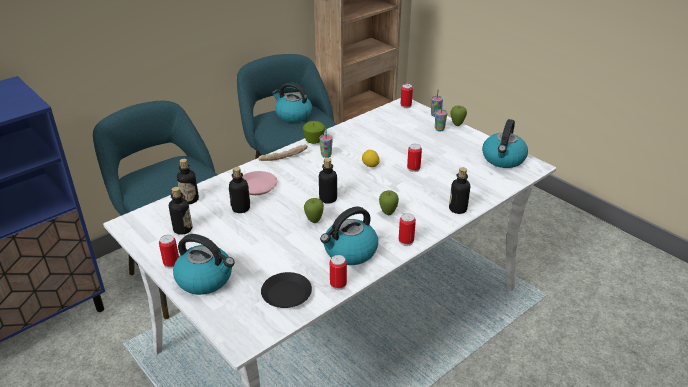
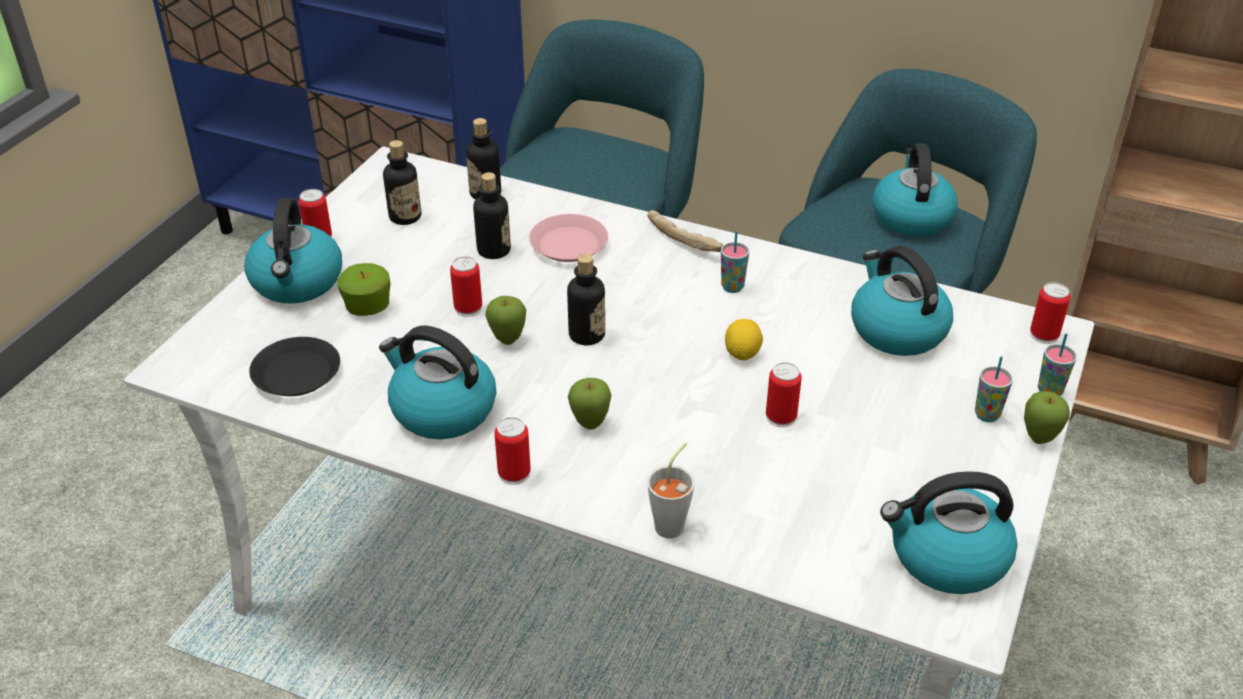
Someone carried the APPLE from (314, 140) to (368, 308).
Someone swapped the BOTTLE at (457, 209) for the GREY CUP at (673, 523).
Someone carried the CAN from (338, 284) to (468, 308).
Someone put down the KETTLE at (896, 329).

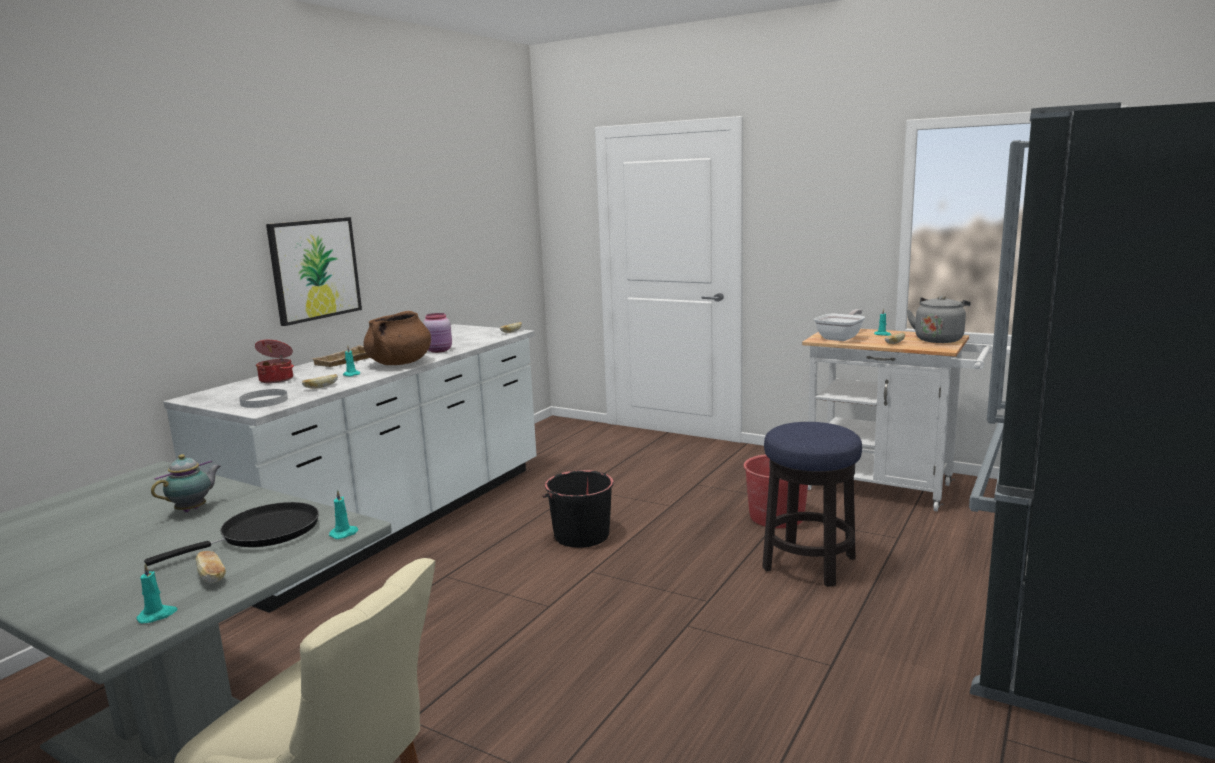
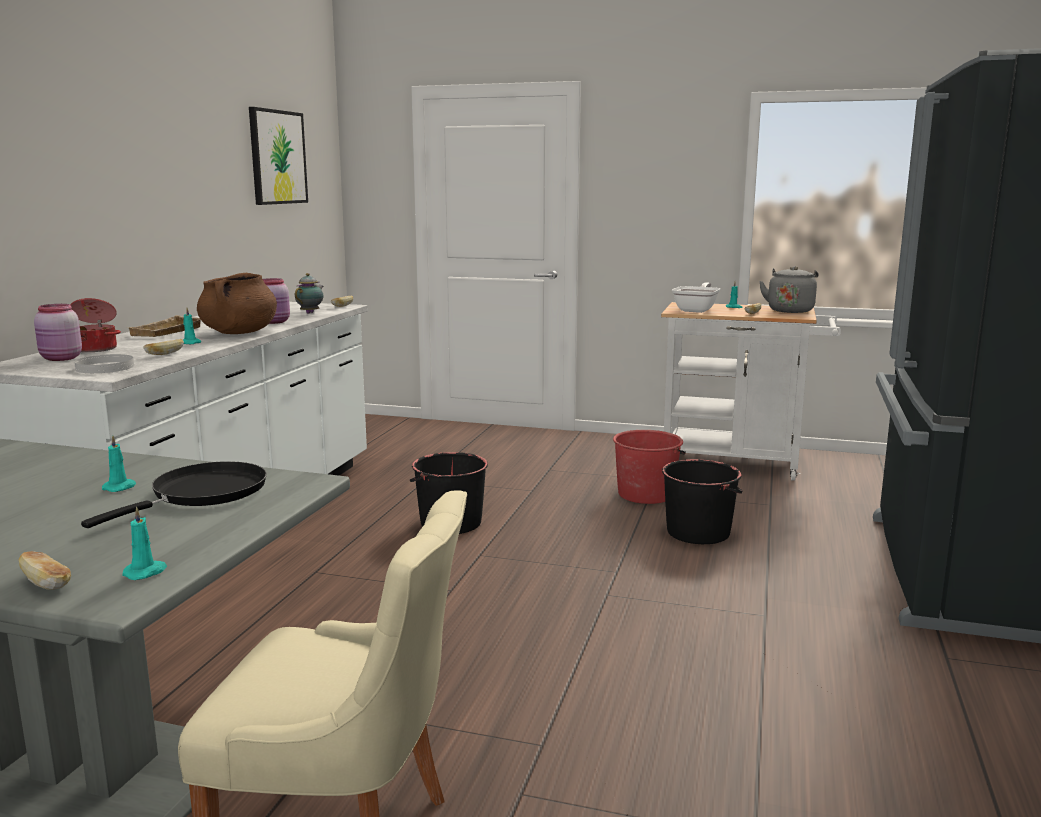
Someone carried the PICTURE from (314, 269) to (277, 157).
Someone swapped the STOOL at (809, 564) for the BLACK BUCKET at (699, 532).
Someone carried the TEAPOT from (194, 509) to (311, 313).
Someone carried the TURQUOISE CANDLE from (344, 534) to (120, 487).
Someone carried the BREAD from (212, 577) to (47, 584).
Someone put down the PINK JAR at (61, 358).

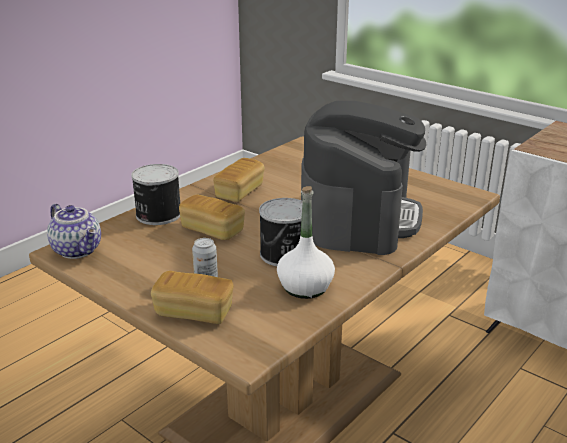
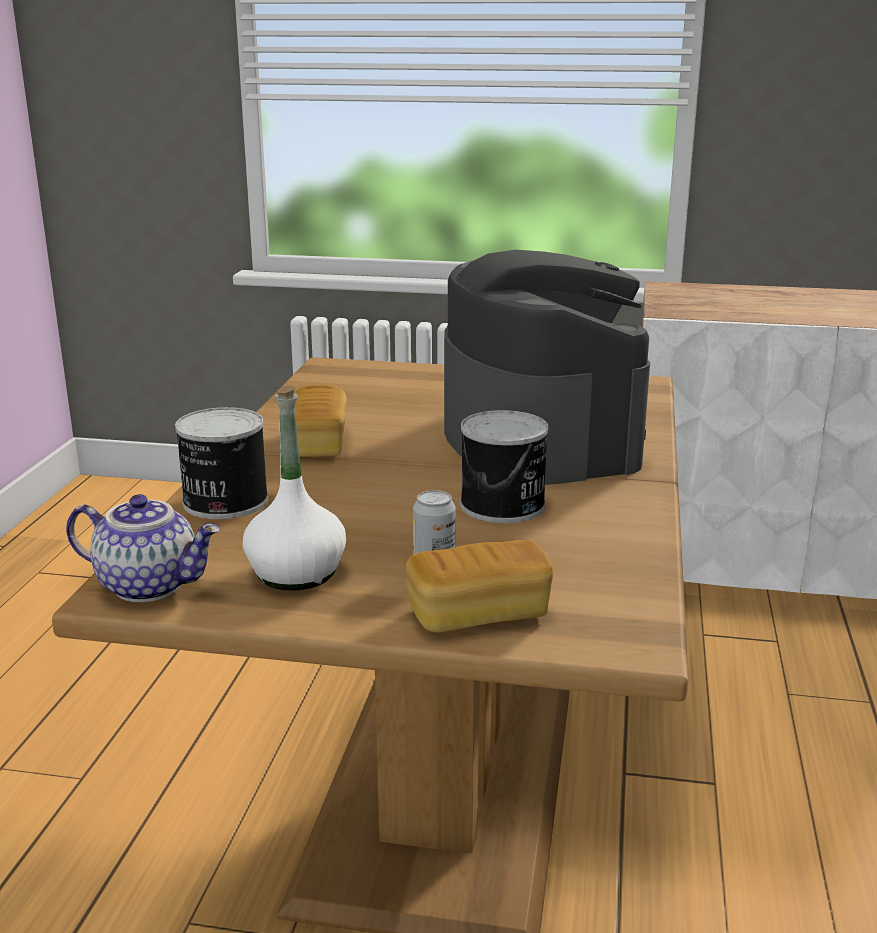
Someone carried the WHITE BOTTLE from (305, 287) to (296, 573).
Someone took away the BREAD at (212, 230).

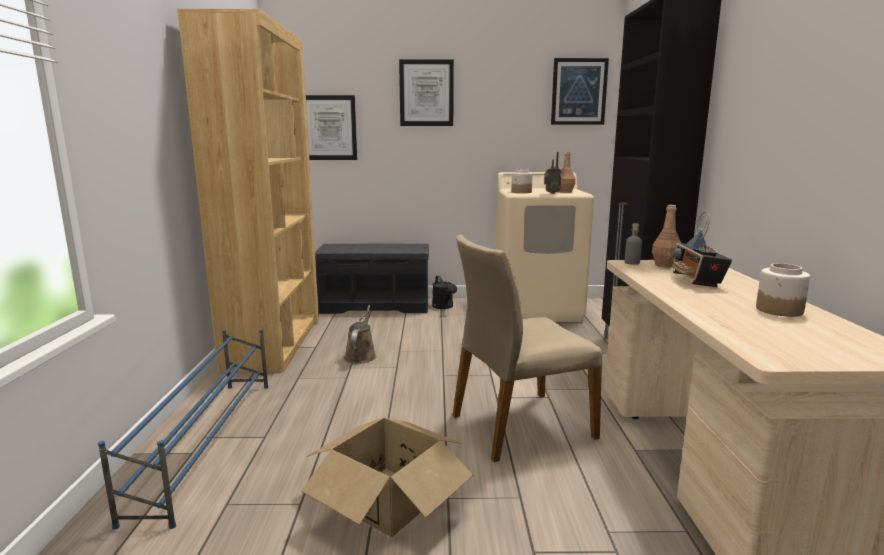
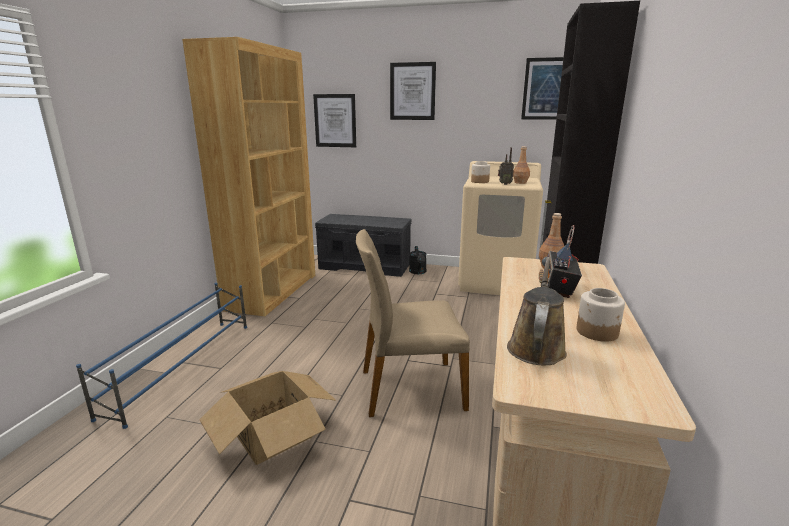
Someone took away the GREY BOTTLE at (632, 263).
Someone carried the BROWN WATERING CAN from (361, 356) to (536, 347).

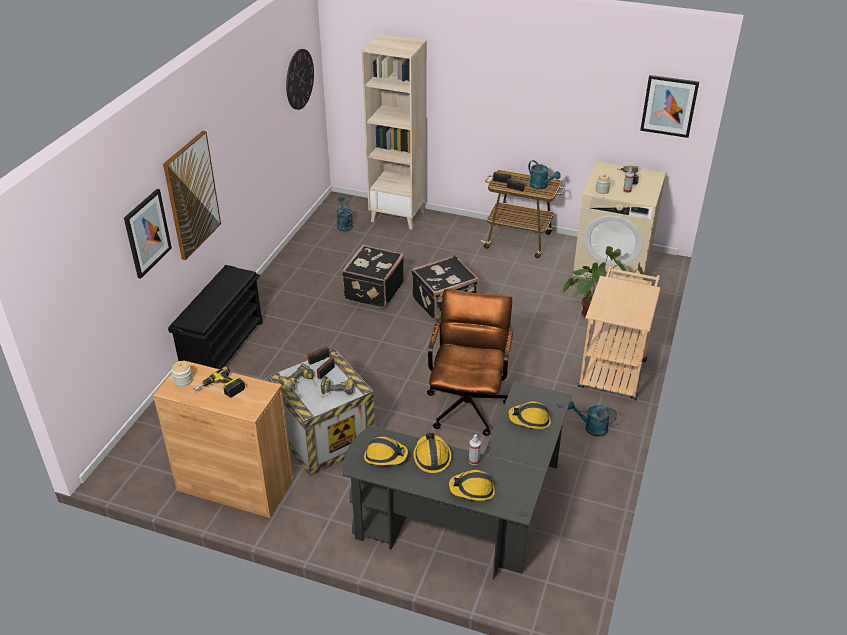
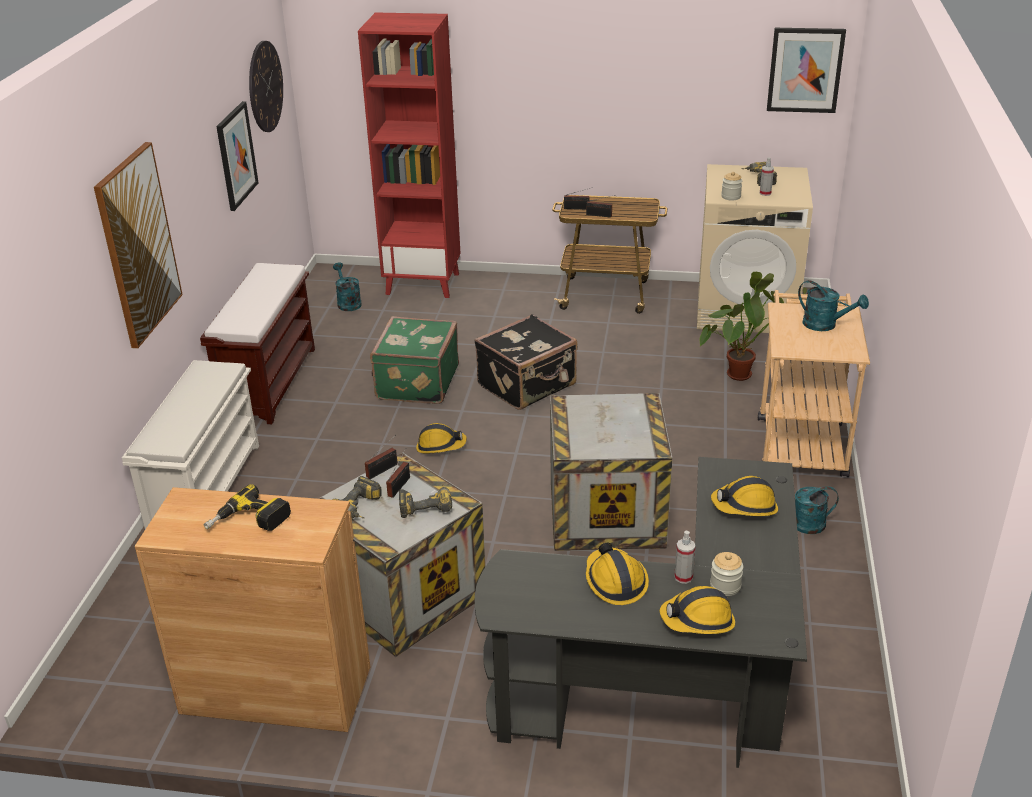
Someone repainted the BEIGE BOOKCASE at (398, 216), which became the RED BOOKCASE at (423, 283).
Someone carried the TURQUOISE WATERING CAN from (541, 186) to (825, 325).
Someone carried the PICTURE from (147, 233) to (236, 155).
Someone repainted the BLACK SUITCASE at (372, 291), which became the GREEN SUITCASE at (416, 383).
Someone repainted the BLACK SHOE RACK at (223, 348), which became the WHITE SHOE RACK at (206, 489).
Someone swapped the BROWN OFFICE CHAIR at (468, 402) for the CRATE at (608, 514).
Someone carried the JAR from (183, 381) to (725, 586).
Someone carried the HARD HAT from (385, 456) to (440, 446).
Someone put down the BROWN BENCH at (269, 382).

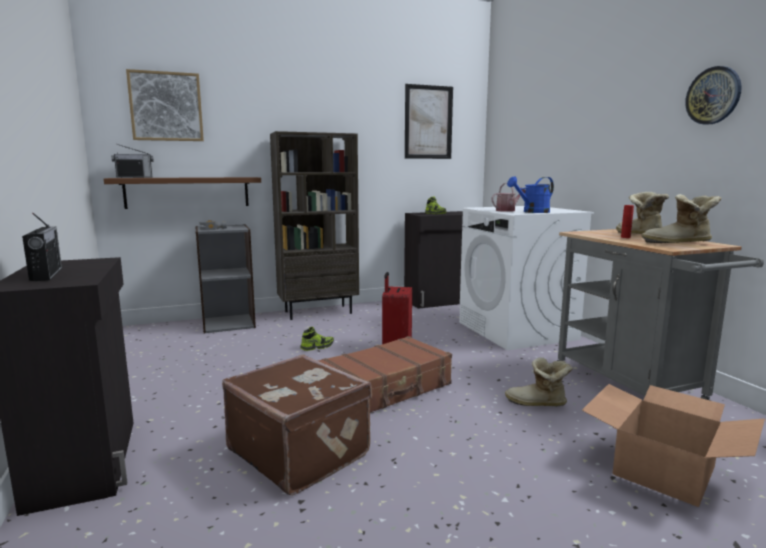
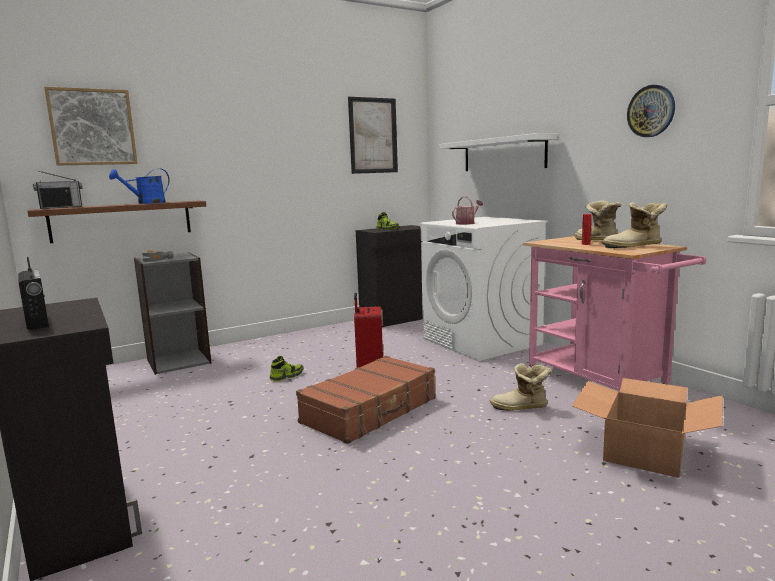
Someone took away the BROWN BOOKCASE at (318, 312).
Someone carried the BLUE WATERING CAN from (532, 212) to (146, 203).
Someone repainted the GREY CART at (634, 389), which became the PINK CART at (602, 385).
Someone took away the BROWN SUITCASE at (300, 451).
Someone put up the WHITE SHELF at (503, 154).

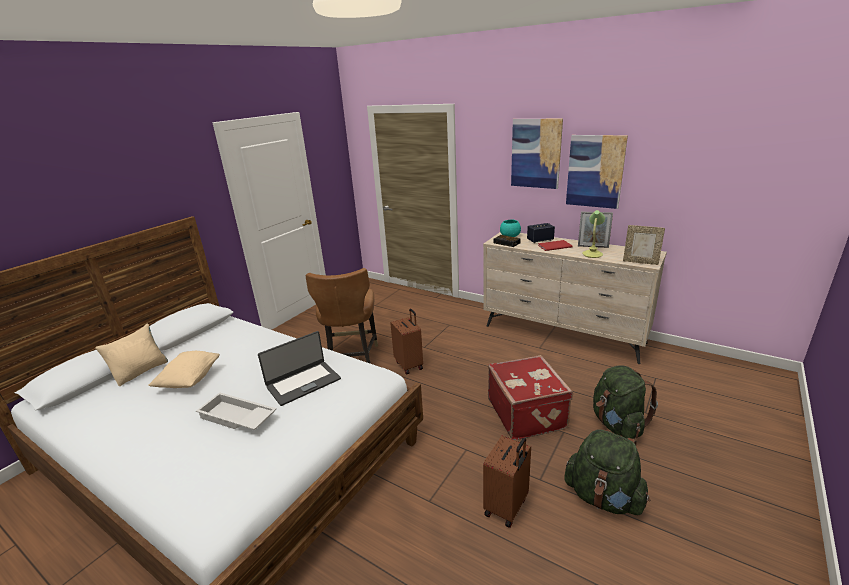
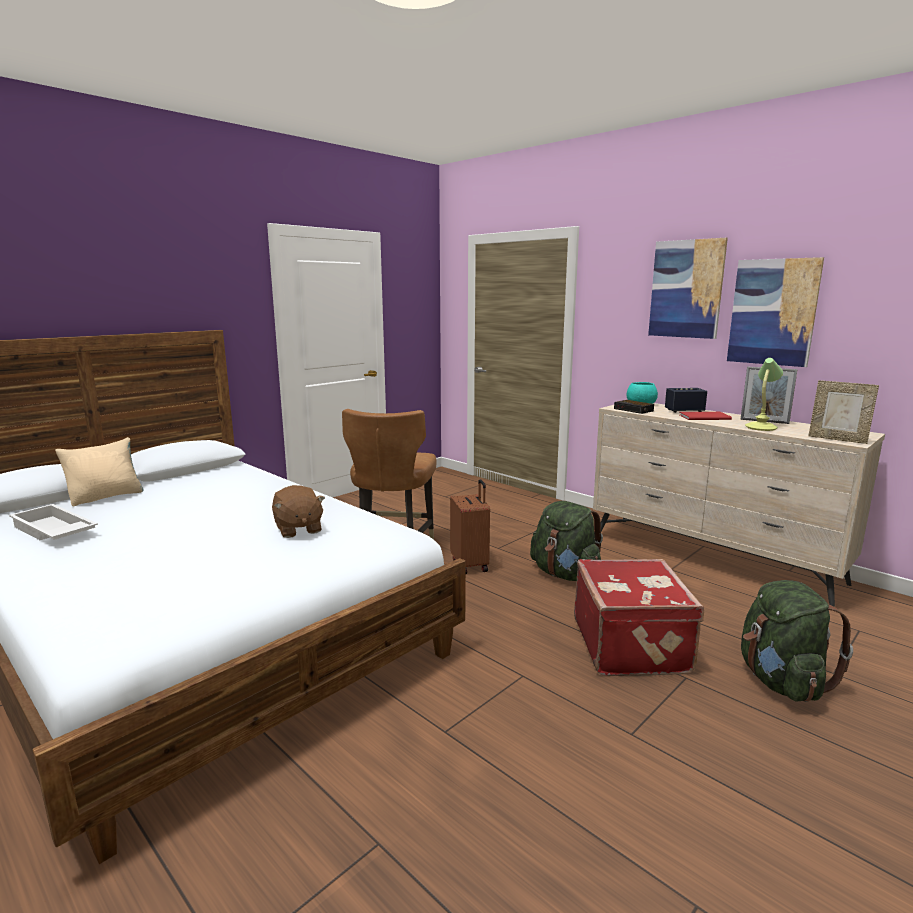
Someone swapped the LAPTOP at (303, 382) for the BROWN PLUSH TOY at (298, 529).
Someone took away the BEIGE PILLOW at (190, 380).
Someone carried the WHITE TRAY from (236, 418) to (52, 532).
Someone carried the GREEN BACKPACK from (603, 497) to (565, 574).
Someone took away the BROWN SUITCASE at (507, 507).

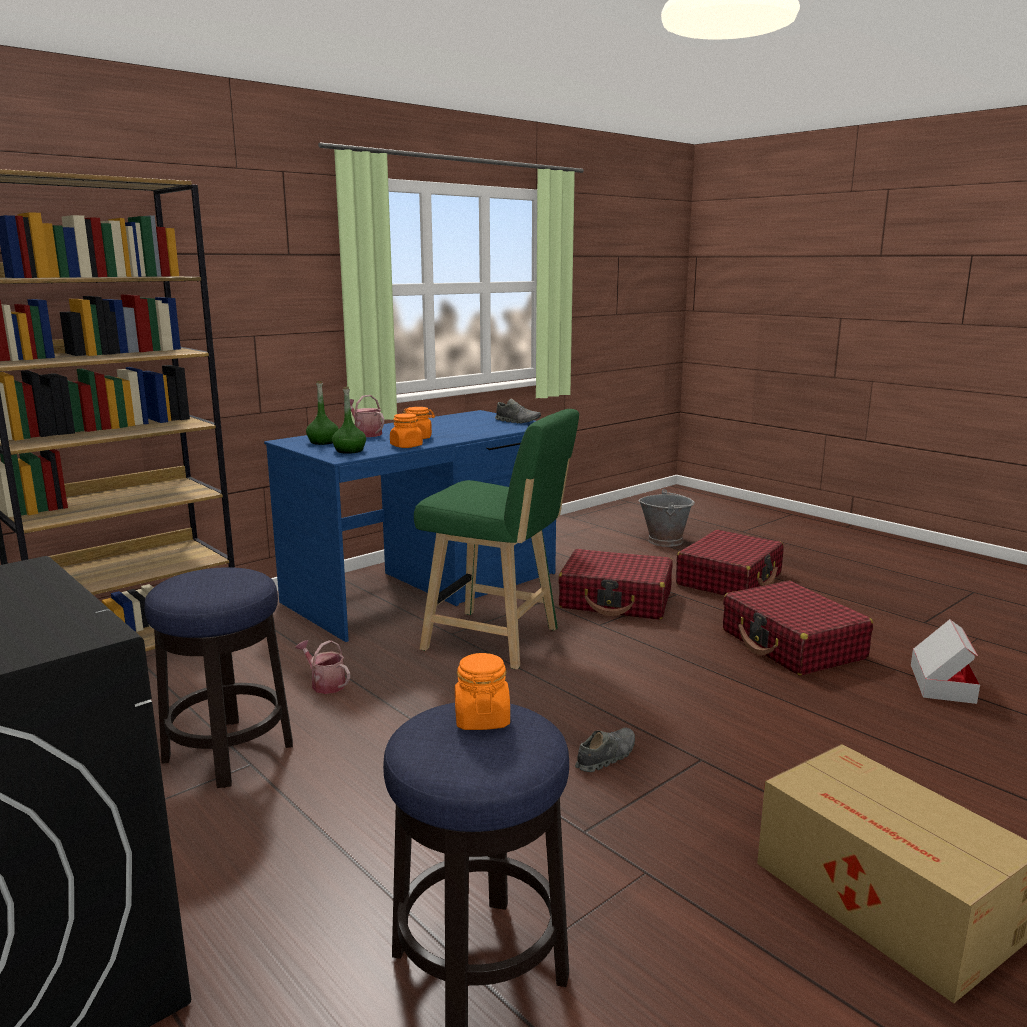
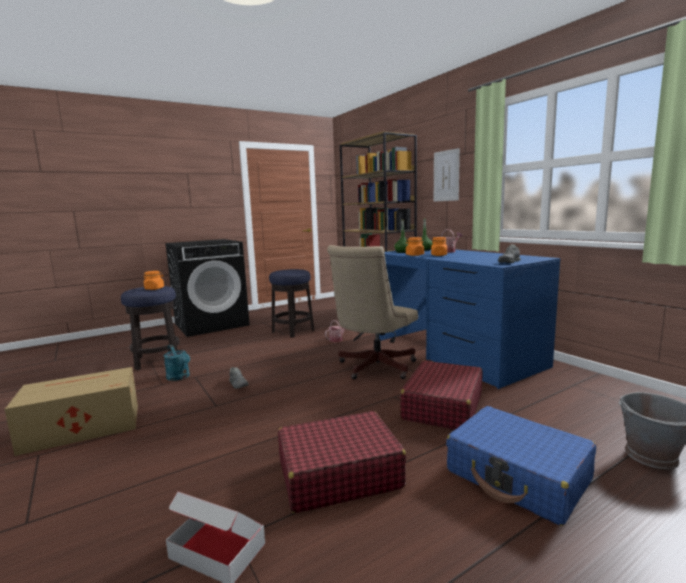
Someone swapped the GREEN STOOL at (498, 641) for the BEIGE OFFICE CHAIR at (373, 368).
Someone repainted the RED SUITCASE at (729, 579), which became the BLUE SUITCASE at (518, 476).
Someone put up the PICTURE at (446, 176).
Someone put down the TURQUOISE WATERING CAN at (179, 377).

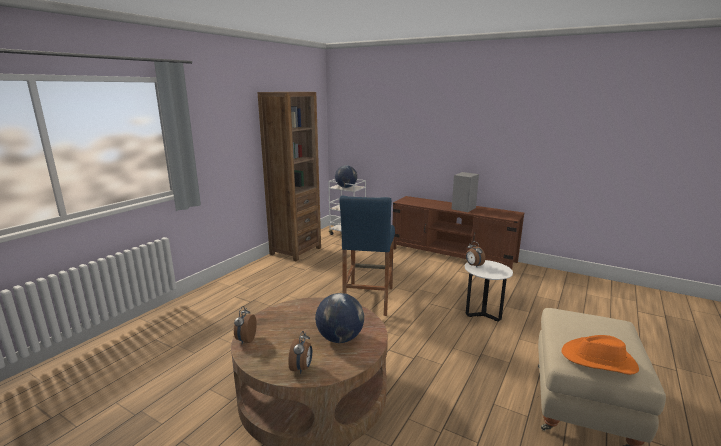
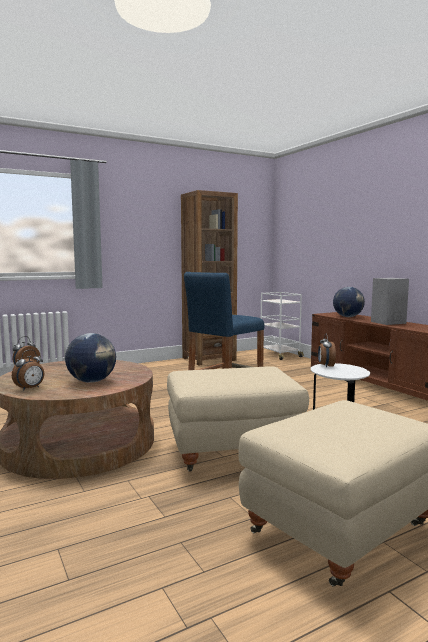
Someone carried the GLOBE from (346, 187) to (348, 317).
Someone took away the ORANGE HAT at (599, 360).
Someone put down the BEIGE OTTOMAN at (232, 454).

